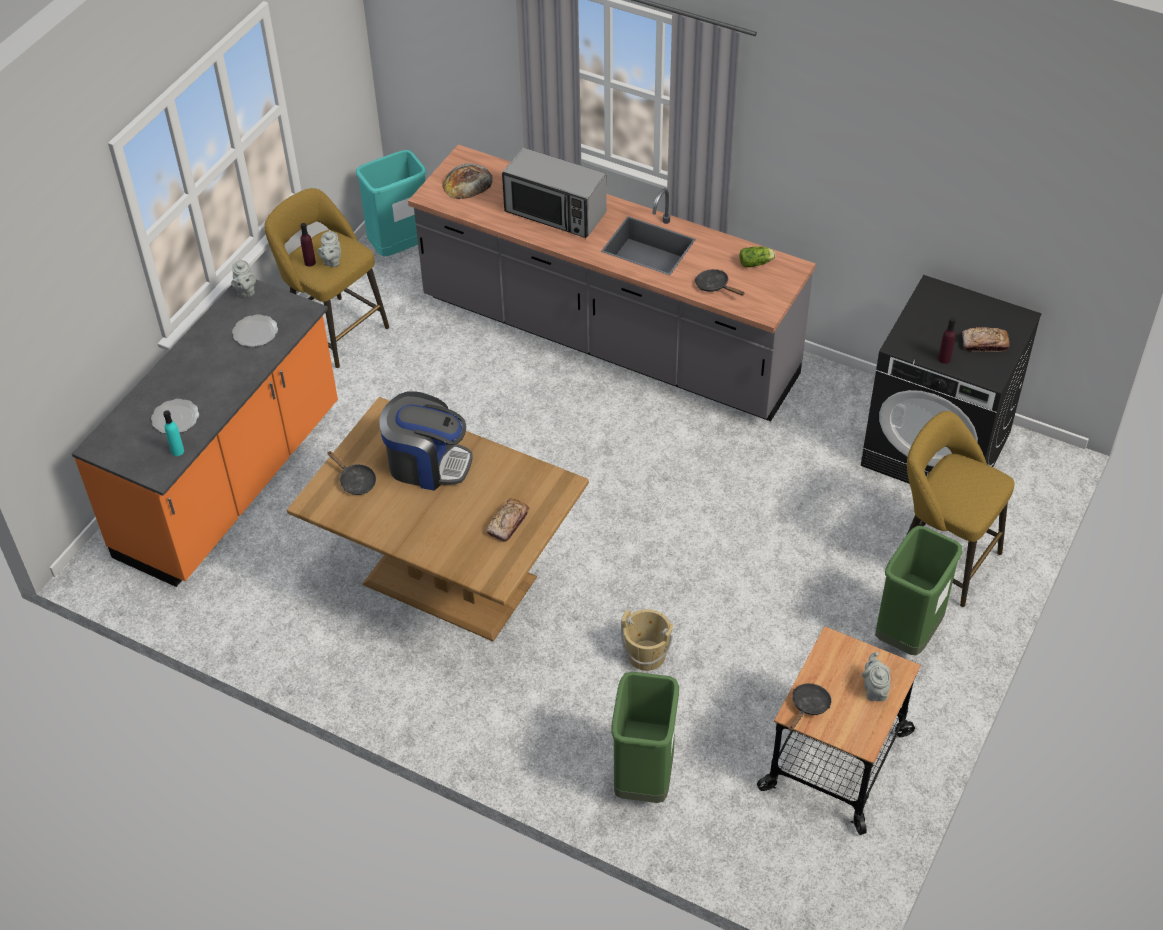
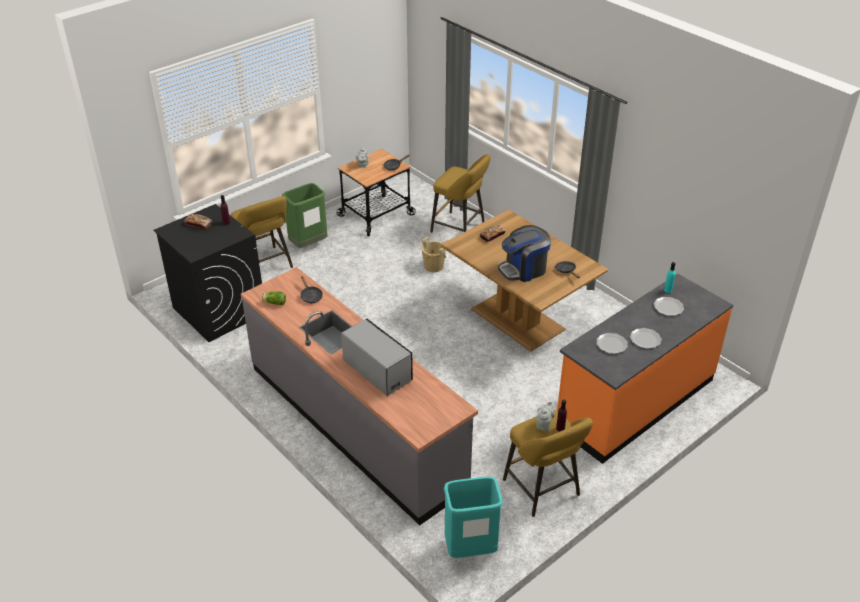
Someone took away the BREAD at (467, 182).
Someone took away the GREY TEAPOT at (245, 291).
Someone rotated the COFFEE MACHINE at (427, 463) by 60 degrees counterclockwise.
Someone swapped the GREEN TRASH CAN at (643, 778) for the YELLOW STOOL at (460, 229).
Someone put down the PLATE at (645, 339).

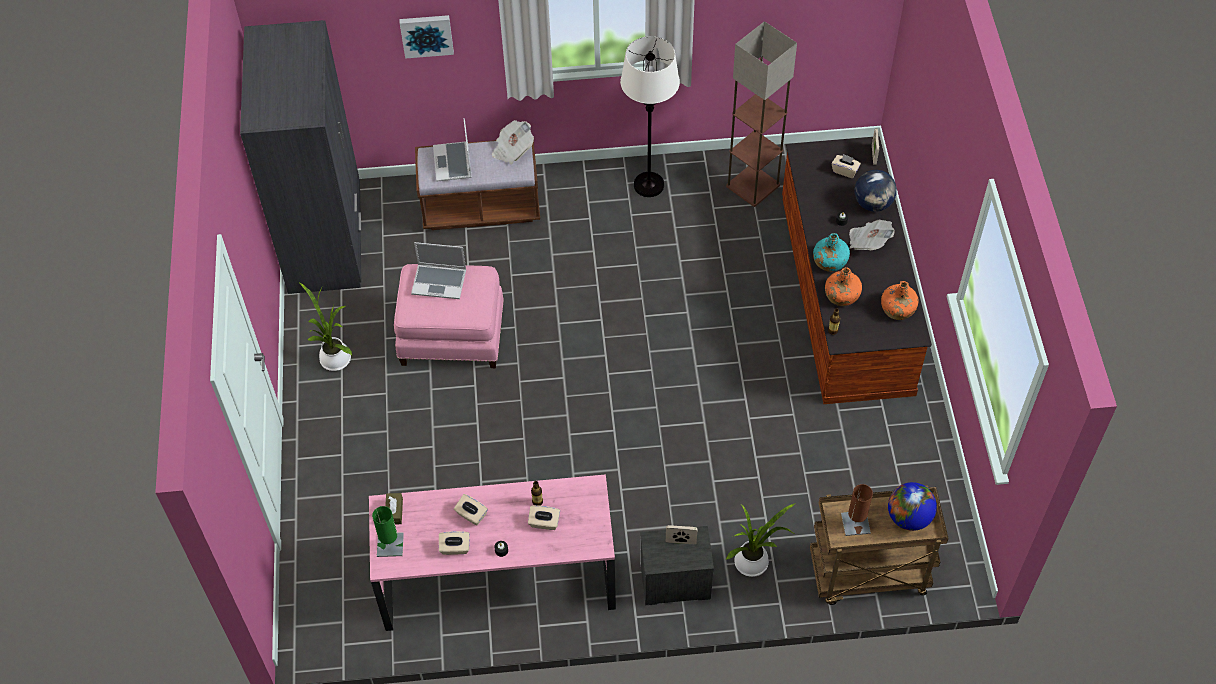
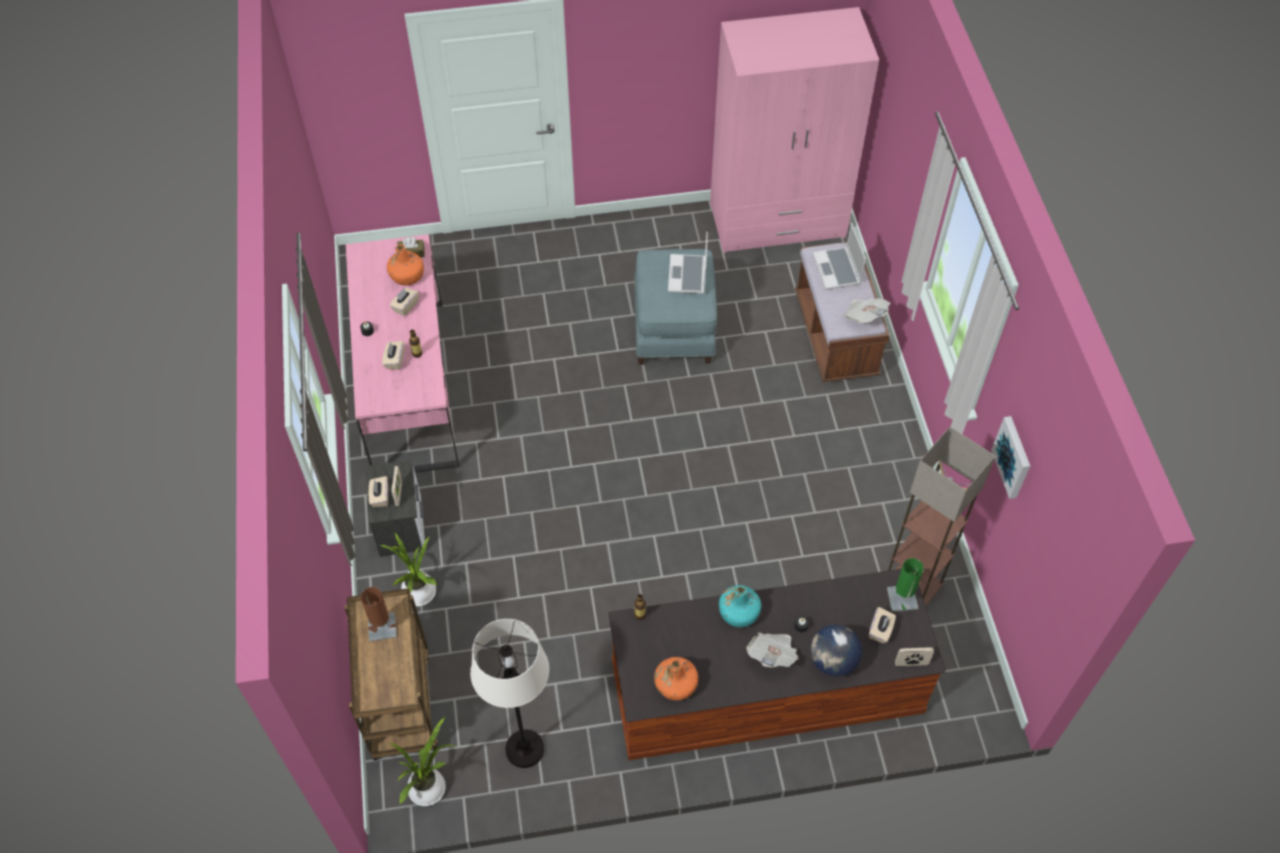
Someone carried the PICTURE from (426, 34) to (1013, 457).
Someone repainted the GREY WARDROBE at (326, 238), which became the PINK WARDROBE at (778, 221).
Someone carried the WHITE FLOOR LAMP from (649, 185) to (525, 749).
Someone rotated the LAPTOP at (453, 163) by 90 degrees counterclockwise.
Someone repainted the PINK OTTOMAN at (452, 335), which became the BLUE OTTOMAN at (674, 327).
Someone carried the ORANGE BOTTLE from (841, 295) to (407, 275).
Someone carried the POTTED PLANT from (334, 357) to (430, 787).
Someone took away the GLOBE at (909, 517).
Someone carried the GREEN TABLE LAMP from (390, 545) to (902, 598).
Someone carried the BEIGE TISSUE BOX from (455, 548) to (380, 497).

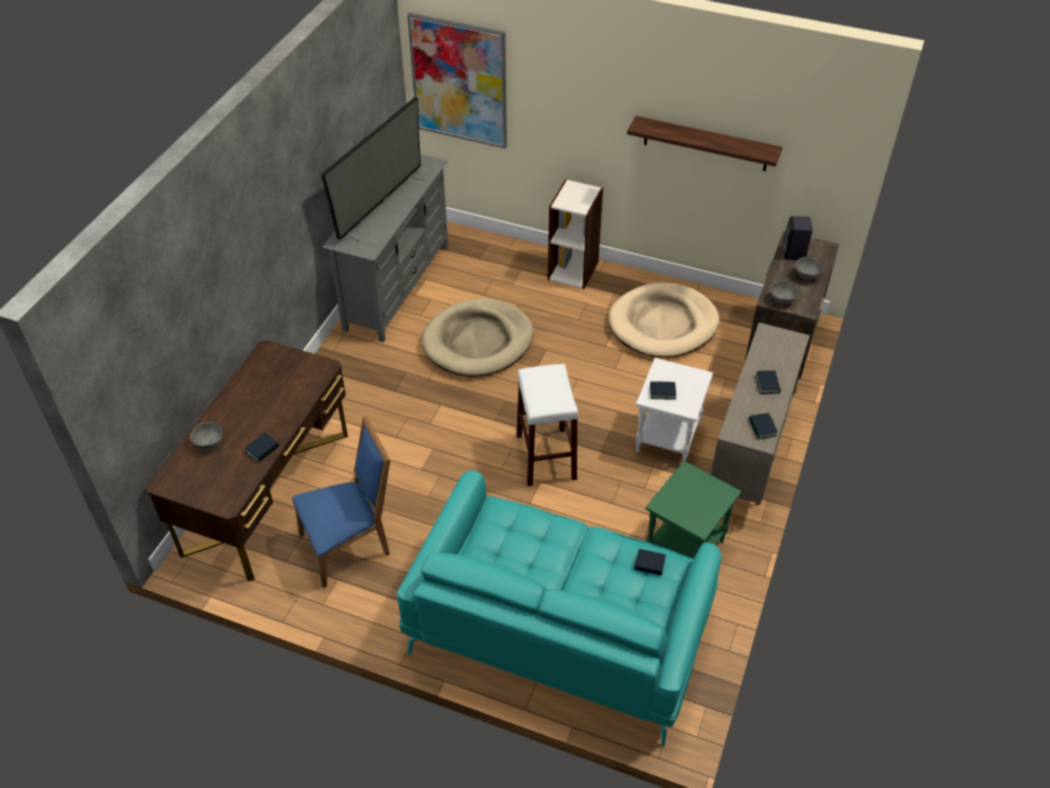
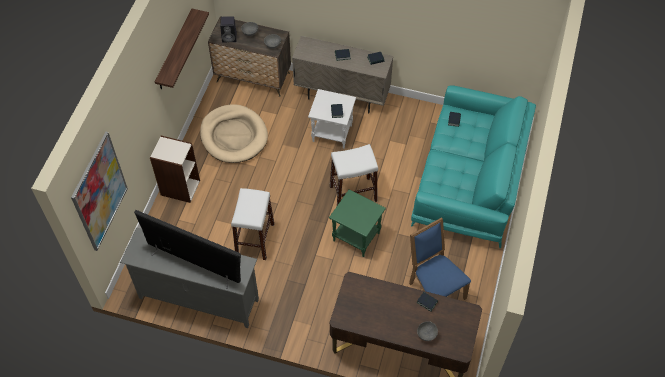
Someone swapped the BEIGE DOG BED at (478, 341) for the WHITE STOOL at (255, 239).
Someone carried the GREEN SIDE TABLE from (685, 549) to (357, 236).

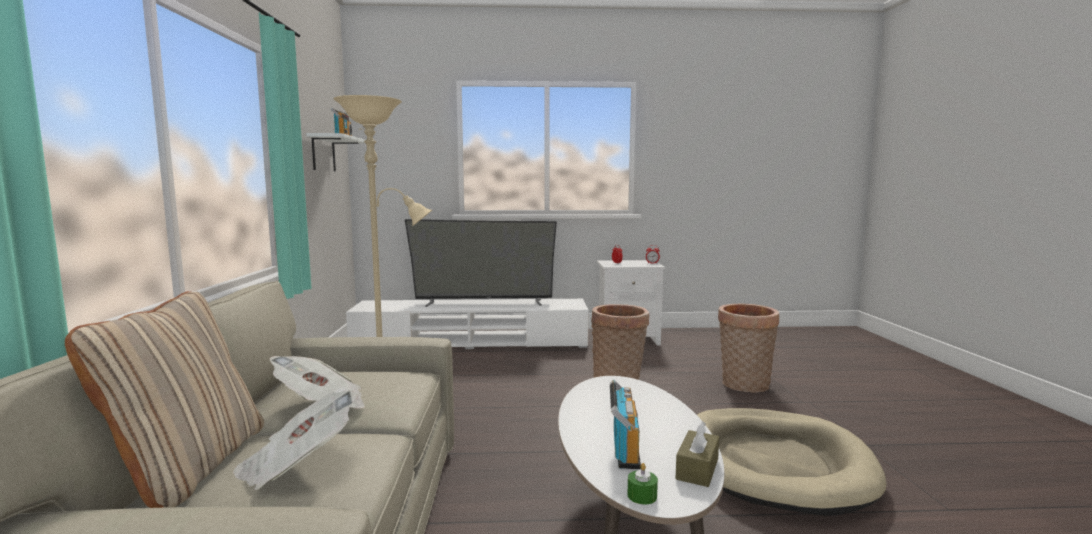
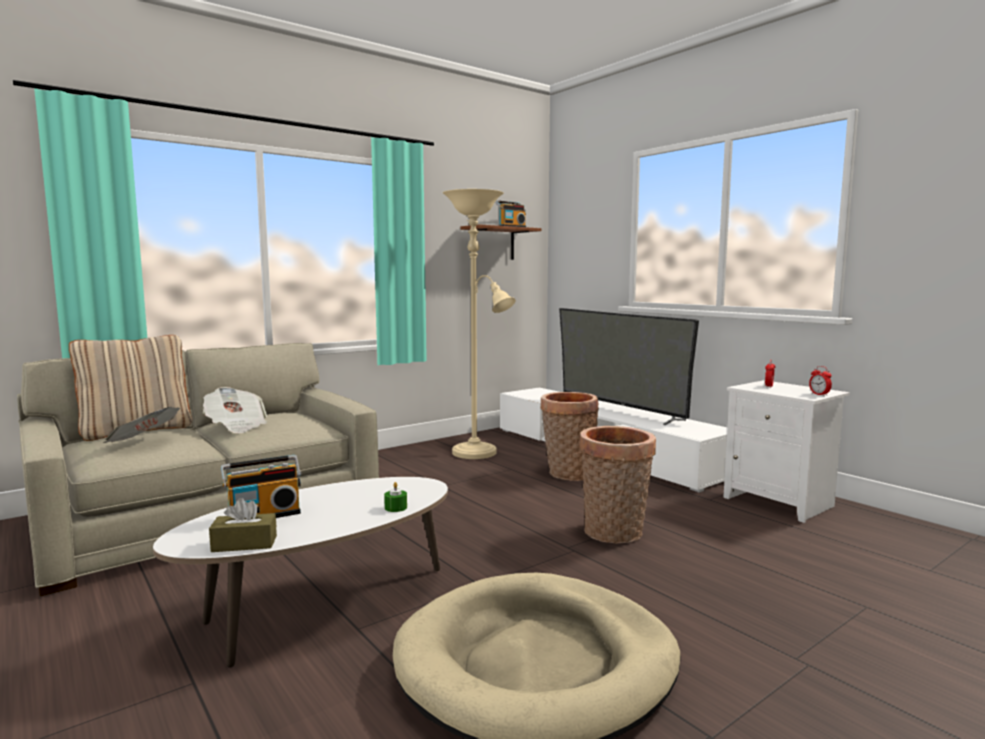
Someone repainted the WHITE SHELF at (323, 153), which became the BROWN SHELF at (492, 243).
Someone carried the BASKET from (744, 386) to (567, 474).
Someone carried the GREEN CANDLE from (642, 496) to (395, 507).

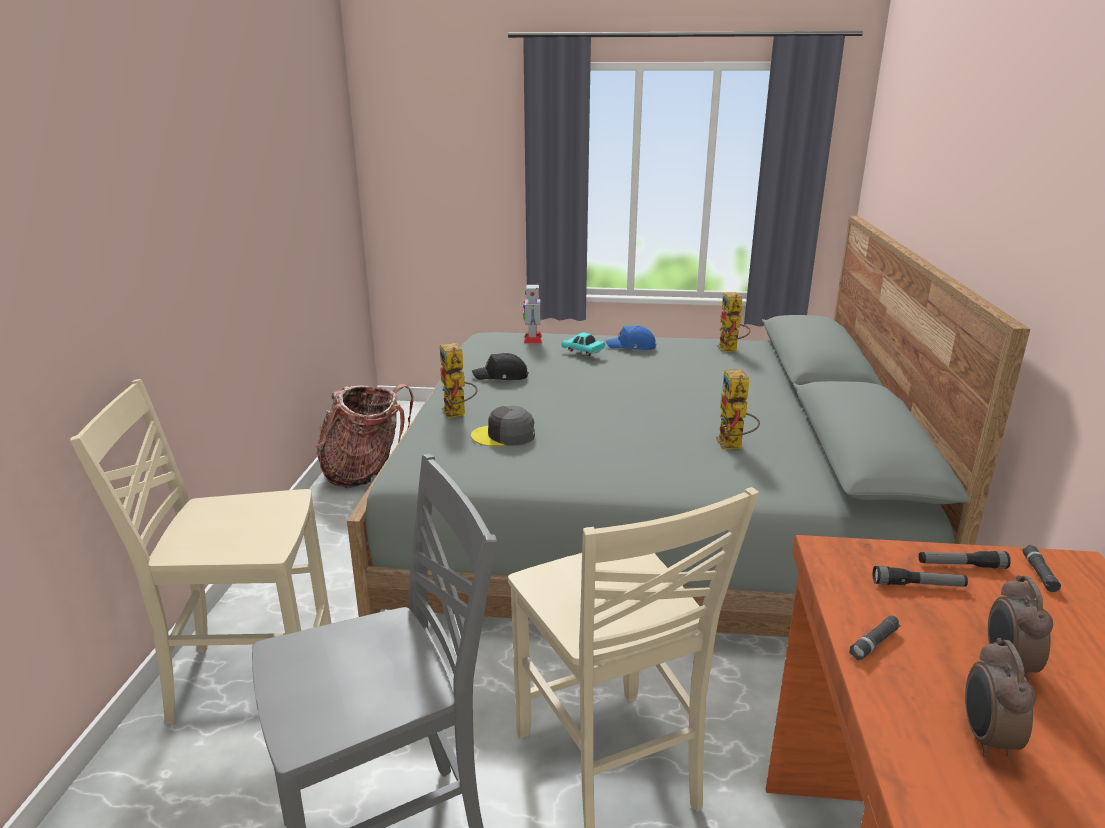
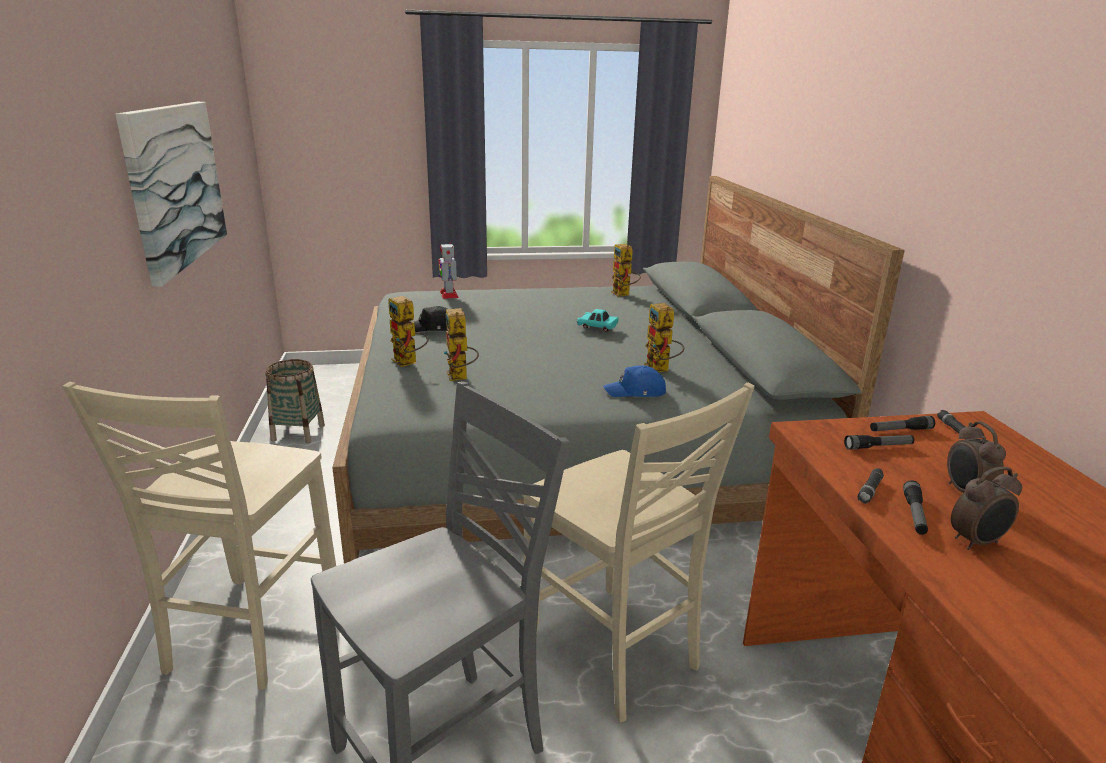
Someone carried the BLUE CAP from (631, 346) to (636, 392).
Someone carried the TURQUOISE TOY CAR from (583, 351) to (597, 327).
Someone rotated the BEIGE CHAIR at (250, 679) by 60 degrees counterclockwise.
Someone swapped the BACKPACK at (366, 473) for the BASKET at (298, 433).
Someone swapped the GREY CAP at (504, 435) for the TOY ROBOT at (460, 377).
Someone rotated the ALARM CLOCK at (985, 739) by 105 degrees counterclockwise.
Someone put up the PICTURE at (176, 185).
Someone put down the FLASHLIGHT at (914, 514).

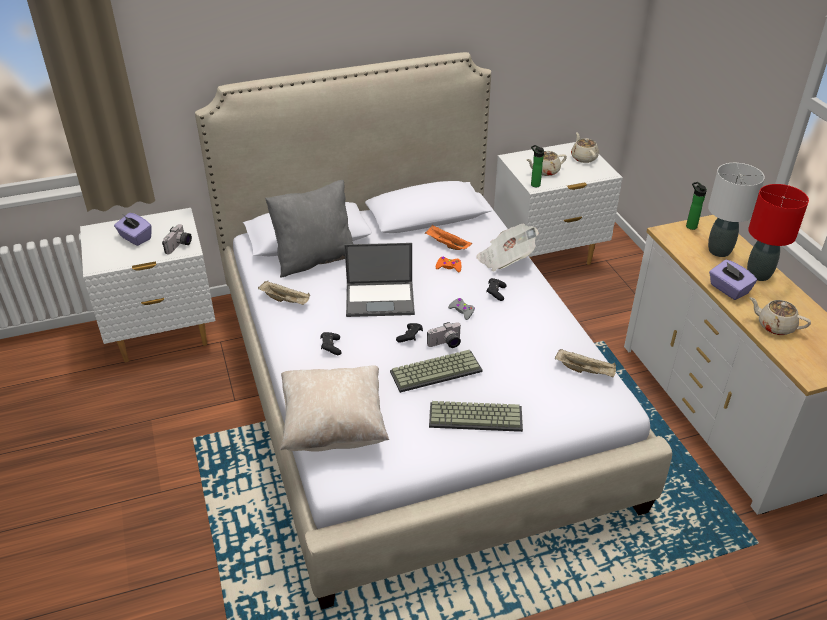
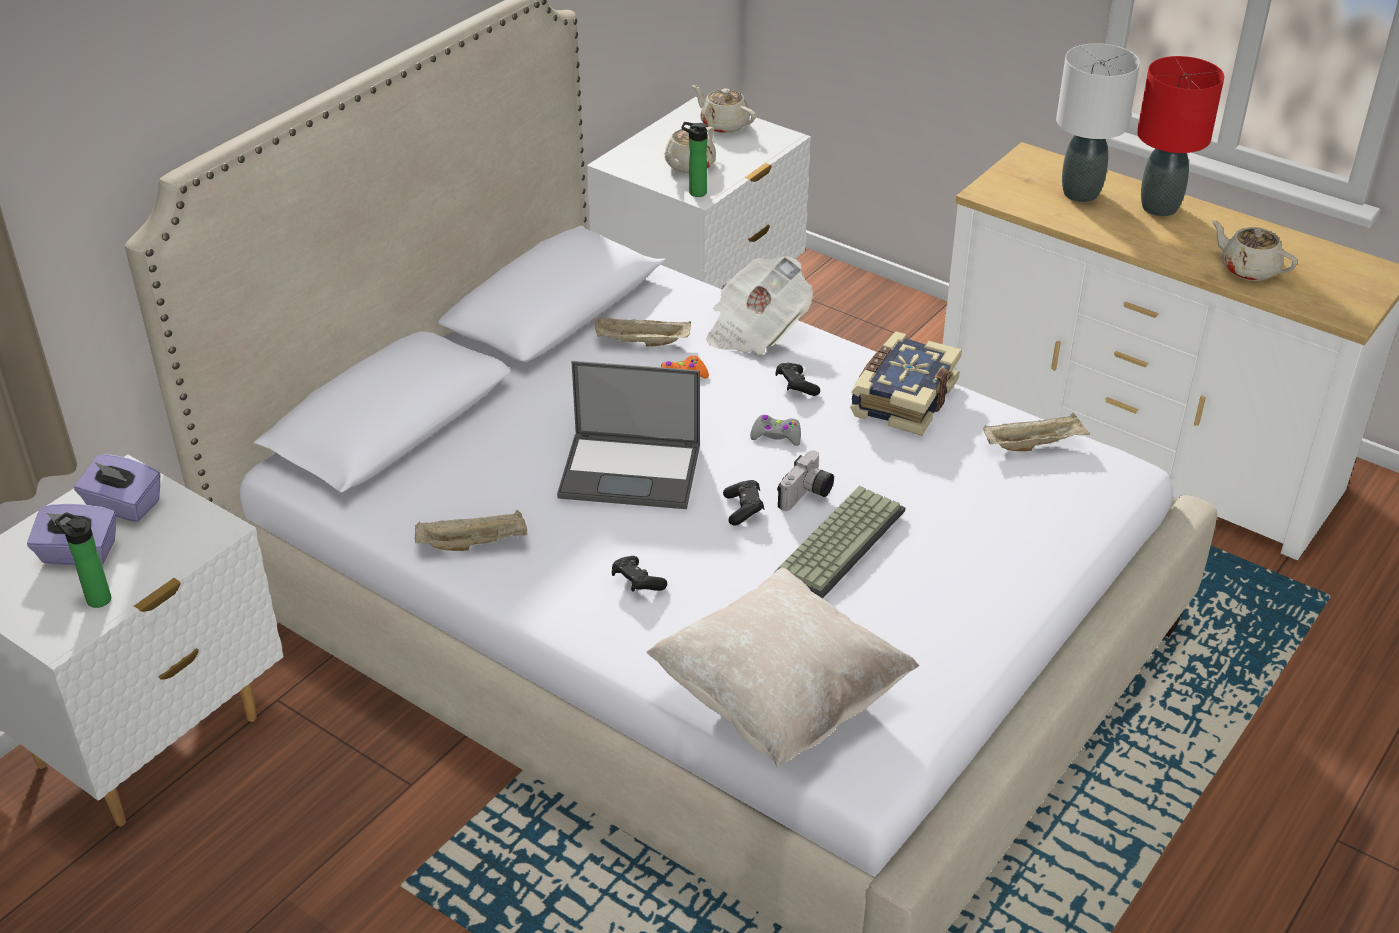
Someone took away the GREY PILLOW at (315, 259).
Someone carried the BOTTLE from (690, 225) to (96, 598).
Someone took away the PHOTO CAMERA at (179, 246).
Someone repainted the ORANGE TRAY at (446, 245), which became the BEIGE TRAY at (641, 343).
Someone rotated the LAPTOP at (381, 299) by 45 degrees clockwise.
Someone carried the PURPLE TISSUE BOX from (728, 289) to (123, 506).
Someone rotated the BEIGE TEAPOT at (775, 326) by 45 degrees clockwise.
Someone took away the KEYBOARD at (476, 416).
Someone put down the BOOK at (902, 398).

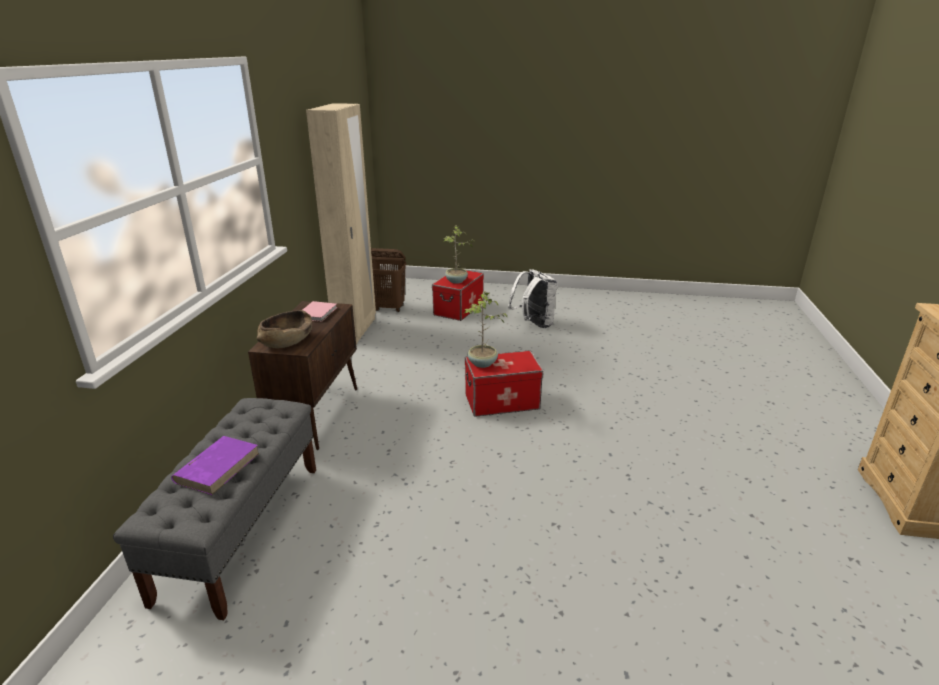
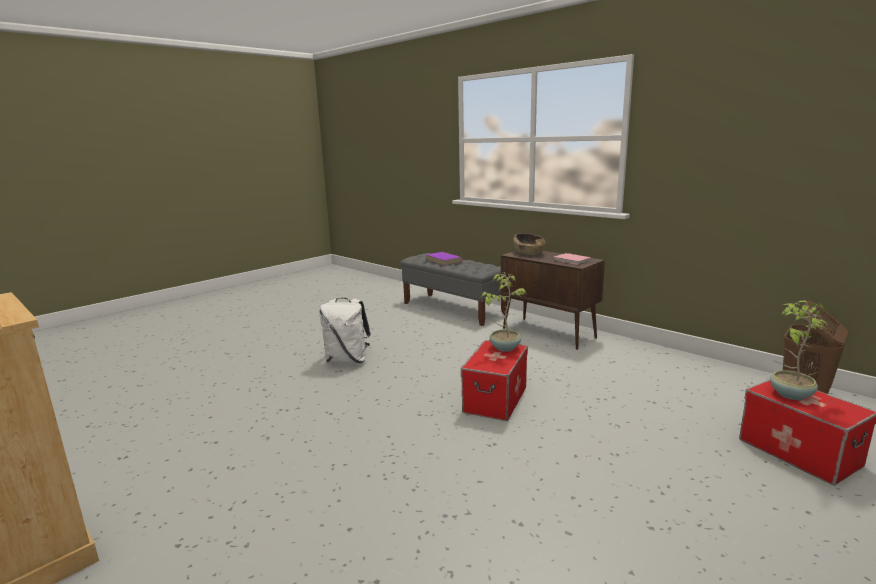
Someone took away the BEIGE WARDROBE at (355, 330).
Someone carried the WHITE BACKPACK from (533, 324) to (347, 360).

